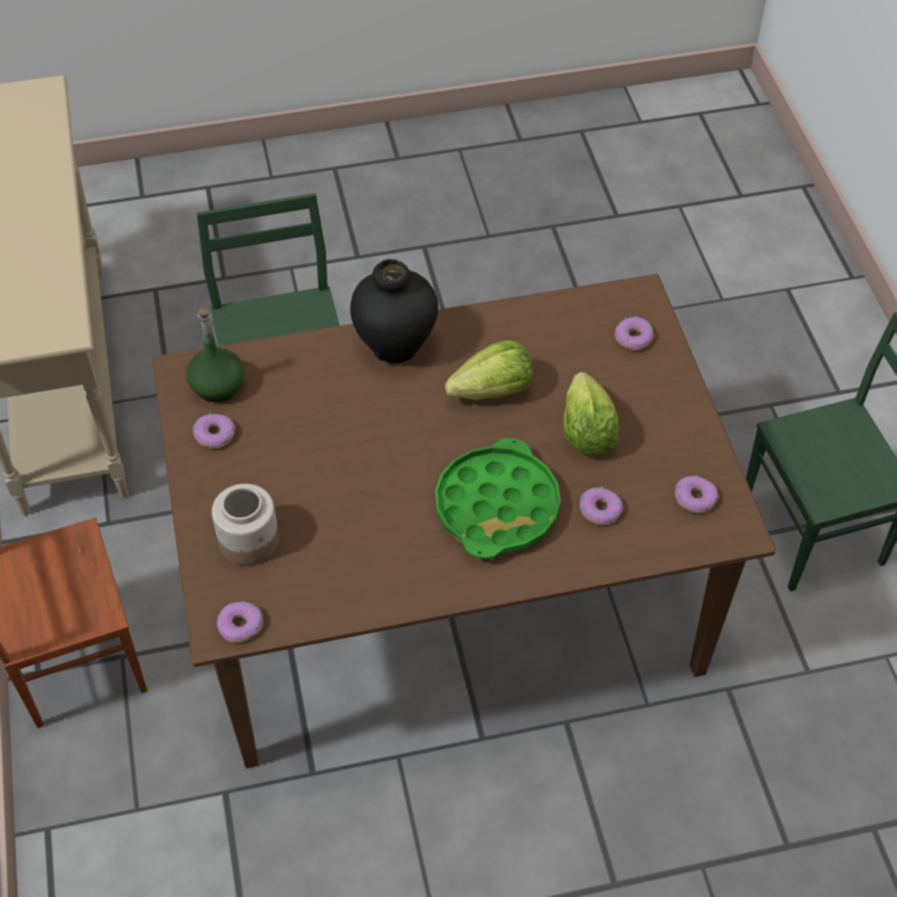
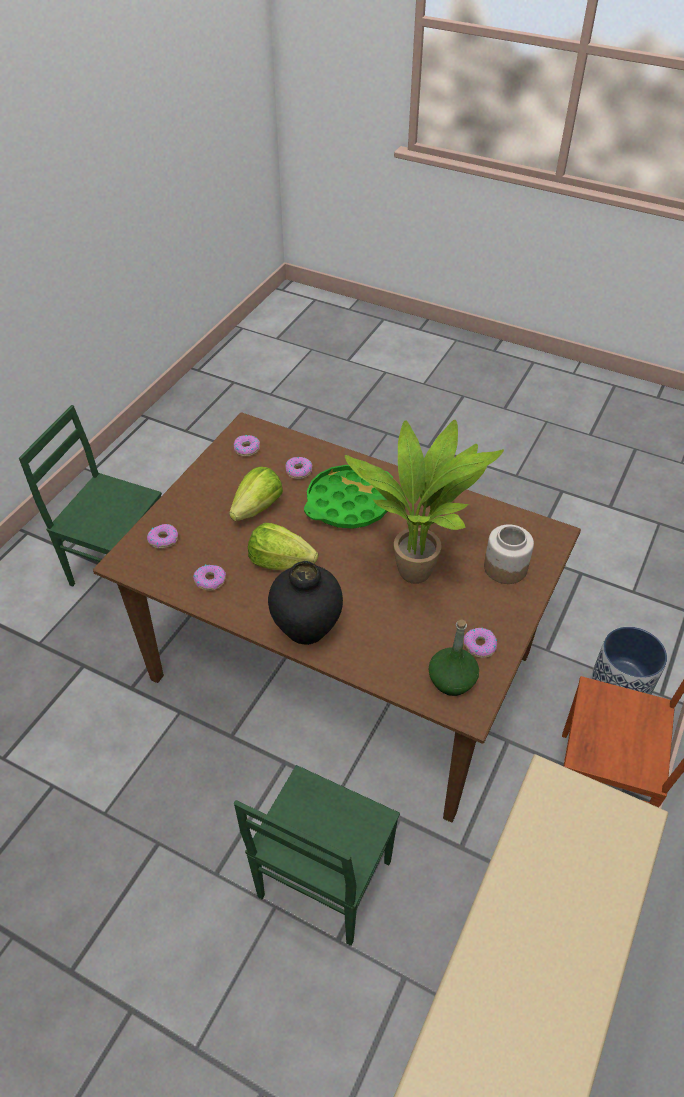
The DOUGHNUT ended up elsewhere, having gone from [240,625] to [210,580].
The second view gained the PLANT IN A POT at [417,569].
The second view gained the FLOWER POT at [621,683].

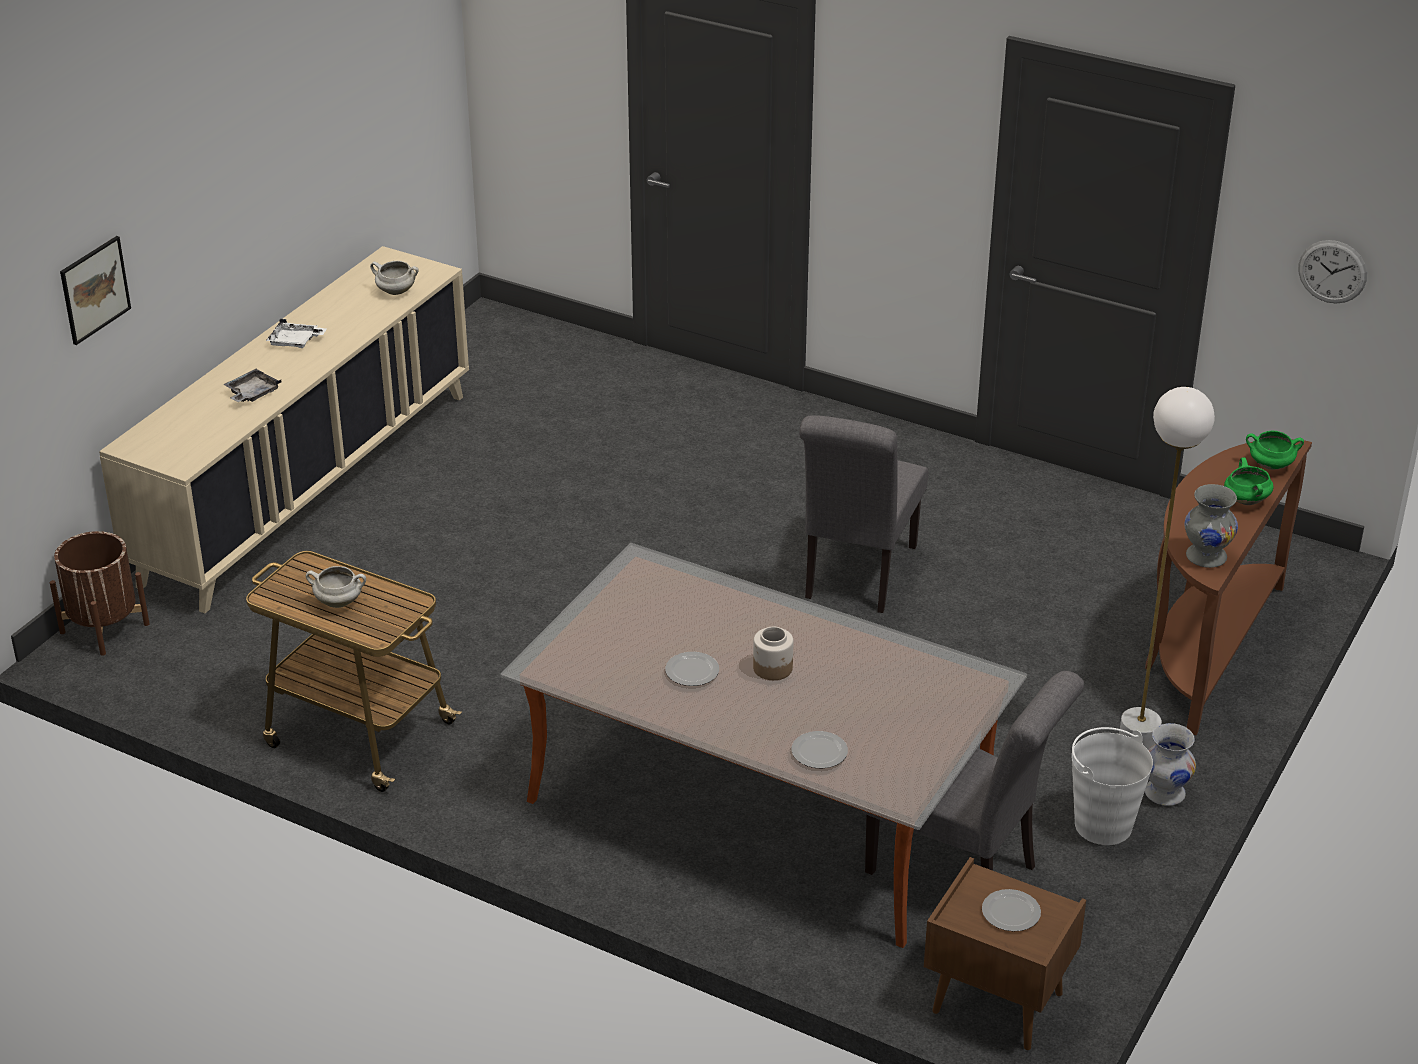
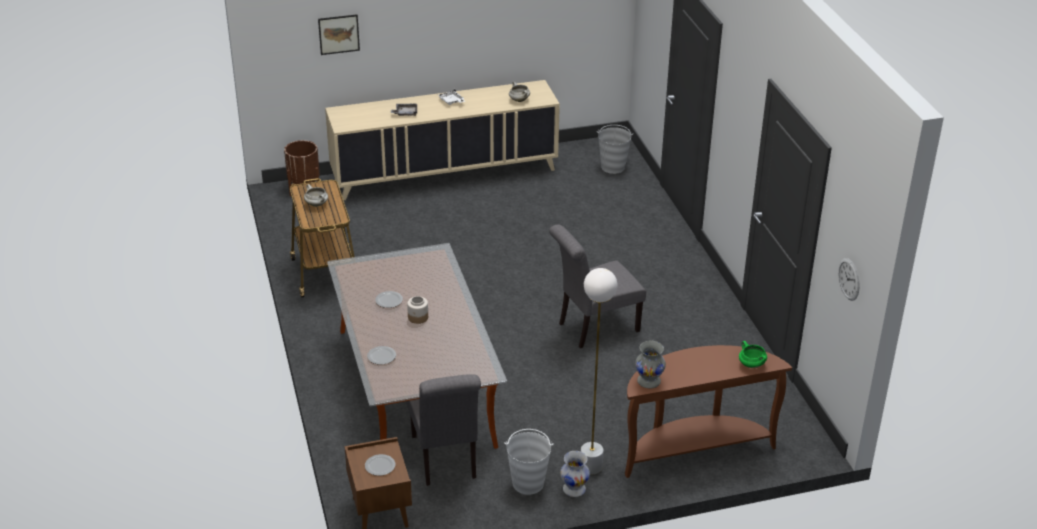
The second view gained the GREYISH PAIL at [613,167].
The second view lost the GREENISH STOCKPOT at [1245,500].

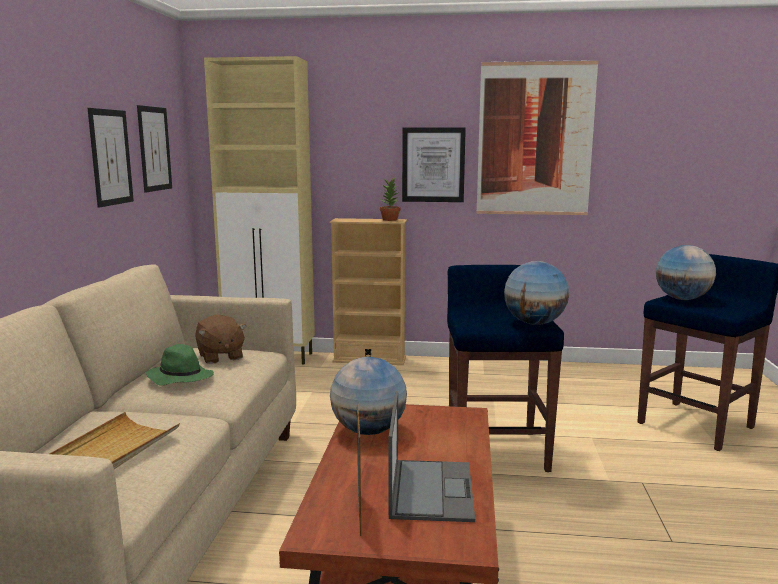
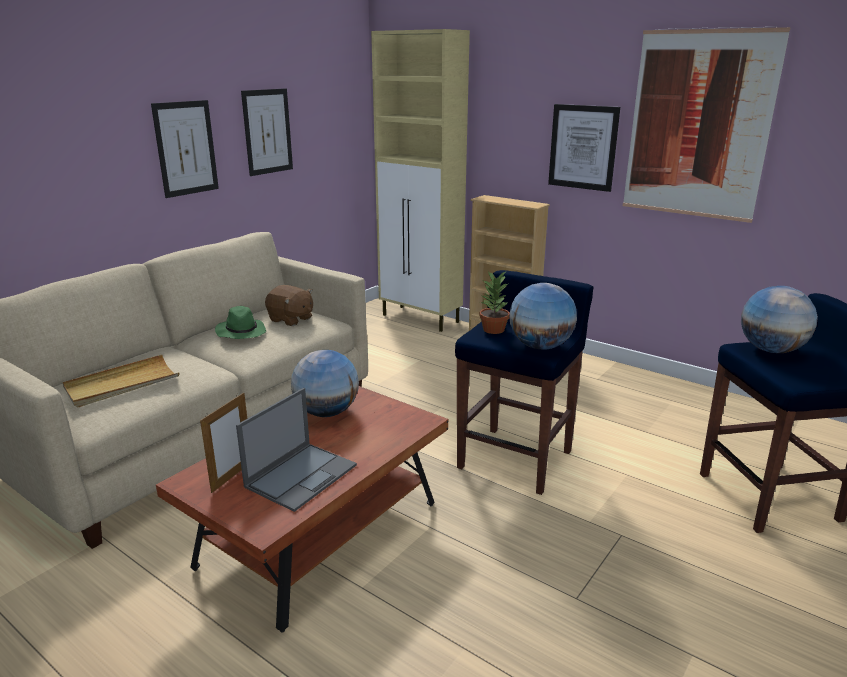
The WALL PICTURE ended up elsewhere, having gone from [154,149] to [186,148].
The BROWN-COLOURED CUDDLY TOY at [220,357] ended up facing another way, 60 degrees counterclockwise from before.
The PLANT IN A POT ended up elsewhere, having gone from [390,220] to [494,330].

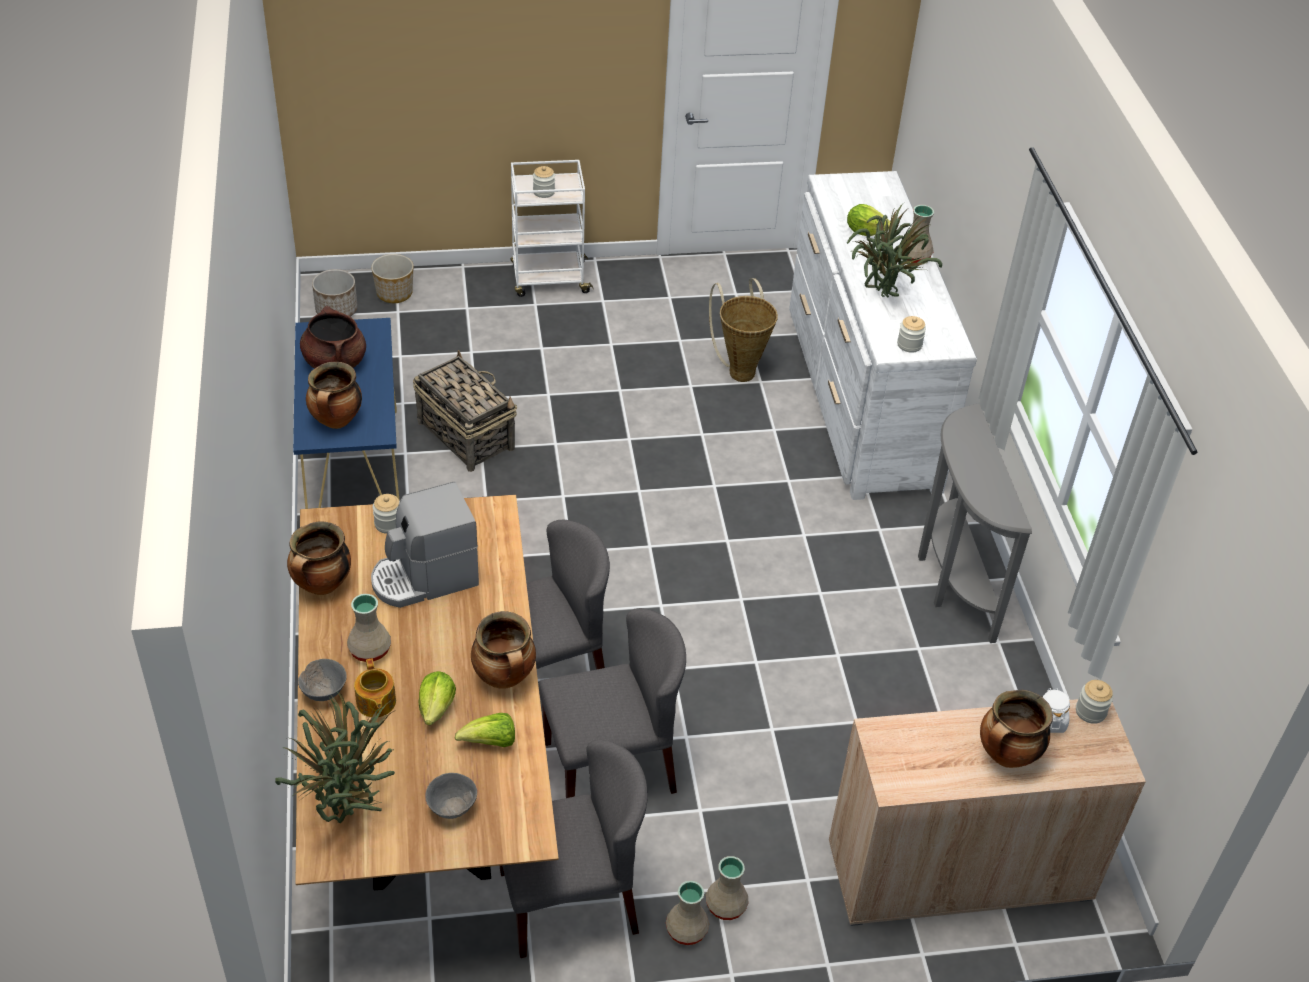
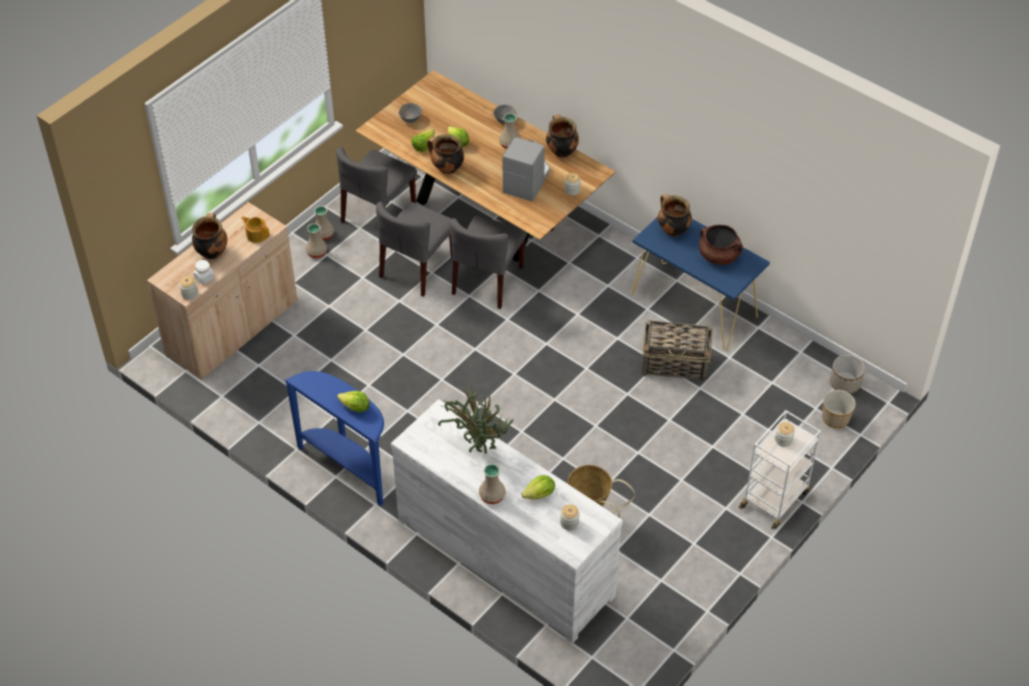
The TEA POT ended up elsewhere, having gone from [375,703] to [256,235].
What was the GREYISH HALL TABLE at [950,580] turned into the BLUE HALL TABLE at [348,467].
The second view gained the LETTUCE HEAD at [355,408].
The STORAGE JAR ended up elsewhere, having gone from [909,345] to [569,523].
The second view lost the PLANT IN A POT at [349,807].

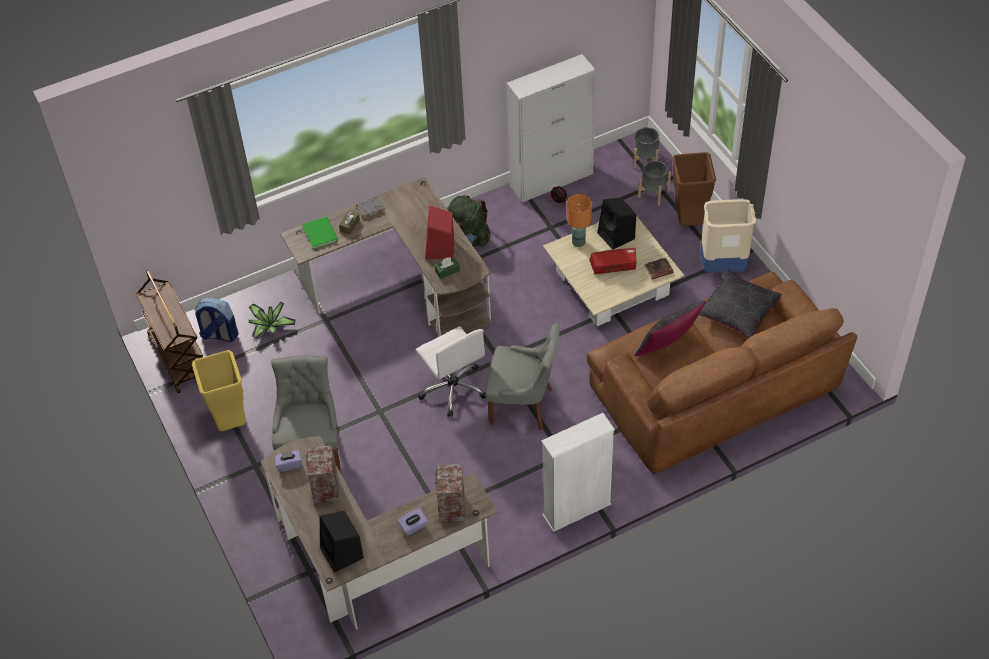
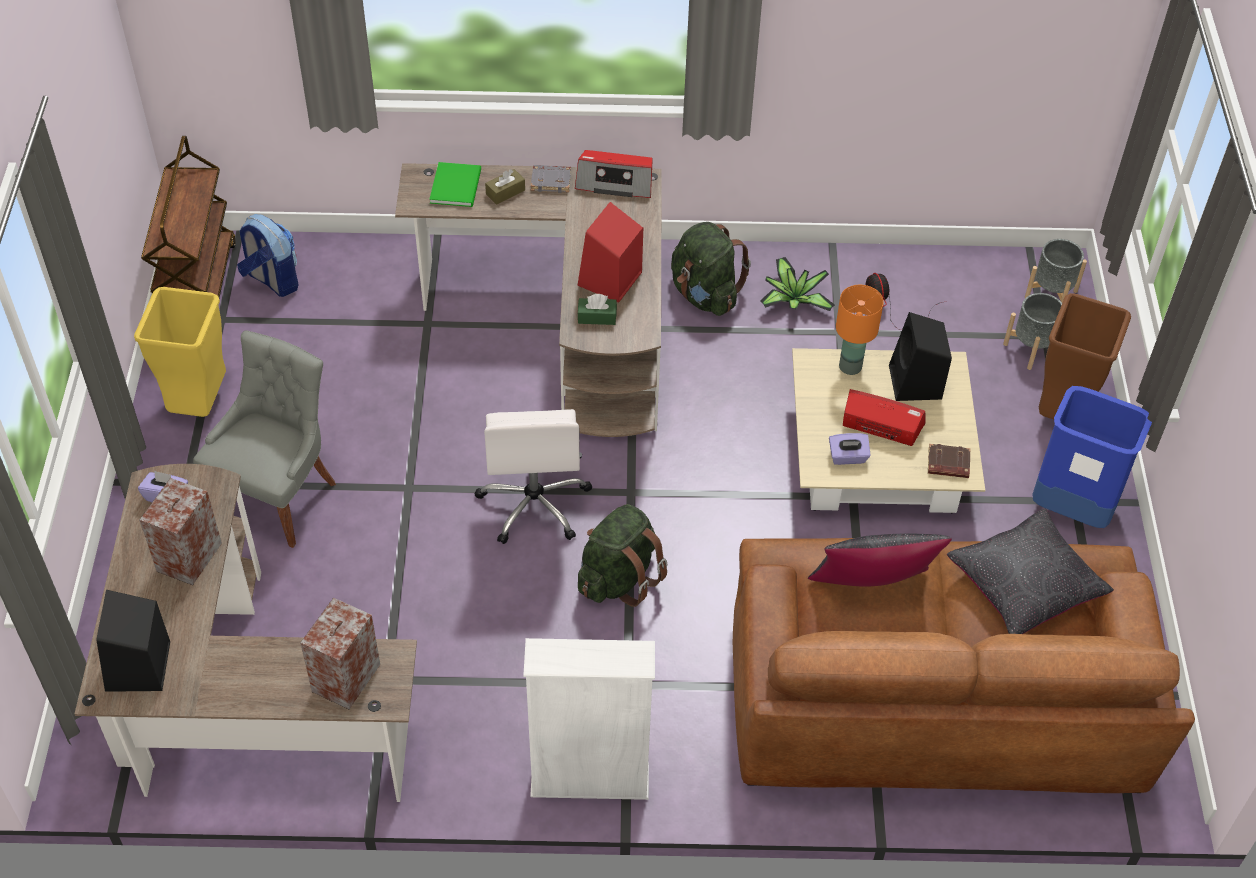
The second view gained the RADIO RECEIVER at [615,182].
Where the GREYISH UPRIGHT CHAIR stood at [523,405], the GREENISH KNAPSACK came to stand at [619,578].
The PLANT IN A POT ended up elsewhere, having gone from [269,327] to [793,300].
The PURPLE TISSUE HOLDER ended up elsewhere, having gone from [413,526] to [848,457].
What was the BEIGE RUBBISH BIN at [723,267] turned into the BLUE RUBBISH BIN at [1072,508].
The second view lost the WHITE CUPBOARD at [552,180].

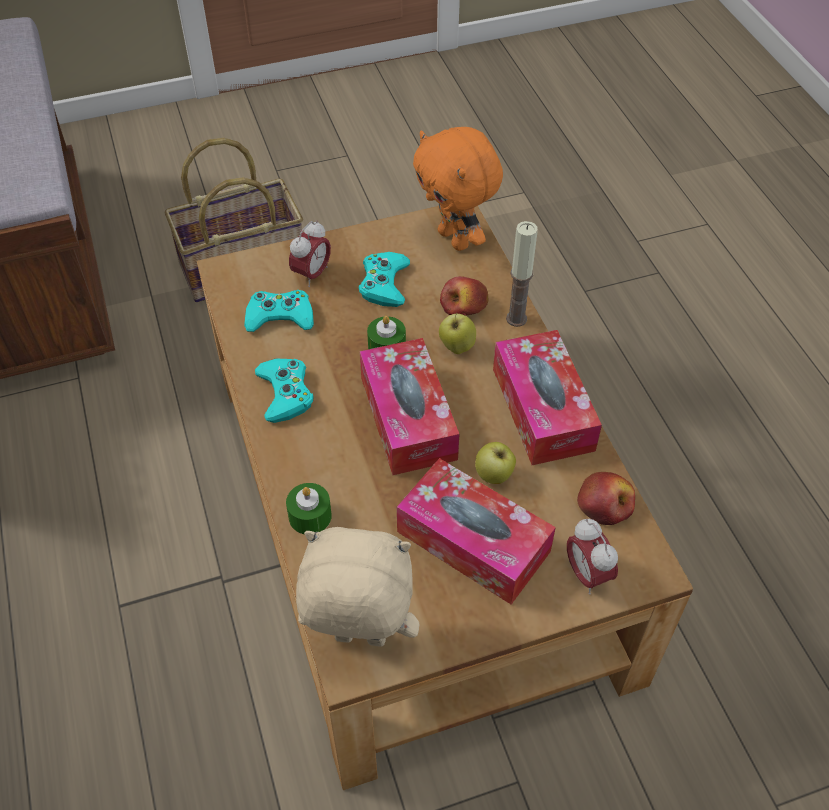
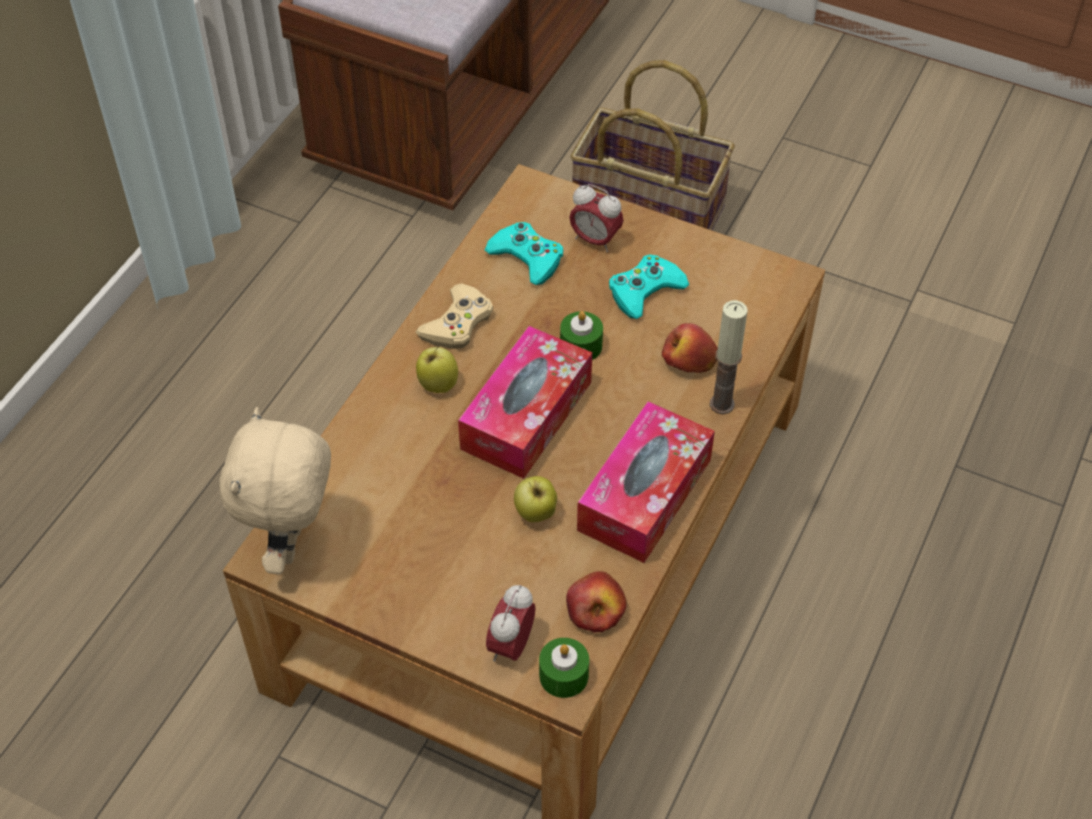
The BEIGE CUDDLY TOY at [359,640] ended up facing another way, 135 degrees counterclockwise from before.
What was the BLUE-GREEN JOYPAD at [285,393] turned into the BEIGE JOYPAD at [457,323].
The WHOLE APPLE ended up elsewhere, having gone from [456,347] to [437,384].
The GREENISH CANDLE ended up elsewhere, having gone from [310,516] to [564,675].
The BEDSIDE CLOCK at [312,274] ended up facing another way, 45 degrees clockwise from before.
The second view lost the TISSUE HOLDER at [473,541].
The second view lost the ORANGE CUDDLY TOY at [455,239].

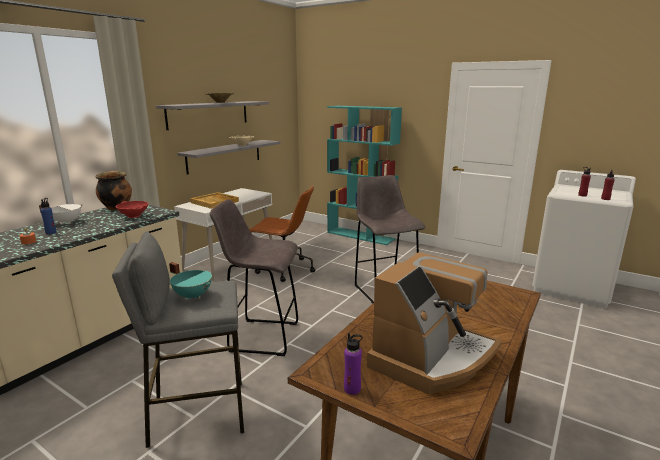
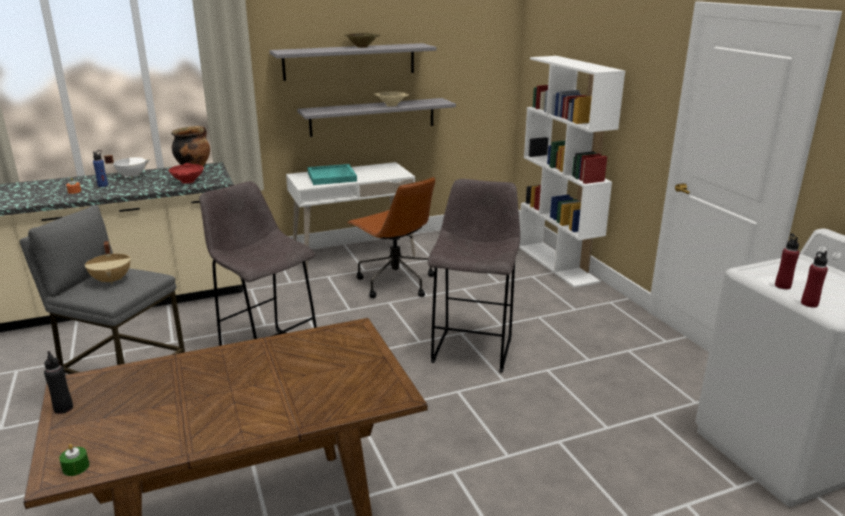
What was the PURPLE DRINK BOTTLE at [352,389] turned into the BLACK-COLOURED DRINK BOTTLE at [63,408].
The second view gained the GREENISH CANDLE at [76,467].
What was the BLUE-GREEN STOCKPOT at [193,295] turned into the BEIGE STOCKPOT at [112,280].
What was the BEIGE TRAY at [215,202] turned into the BLUE-GREEN TRAY at [332,177].
What was the BLUE-GREEN SHELVING UNIT at [361,236] turned into the WHITE SHELVING UNIT at [557,263].
The second view lost the COFFEE MAKER at [432,358].

